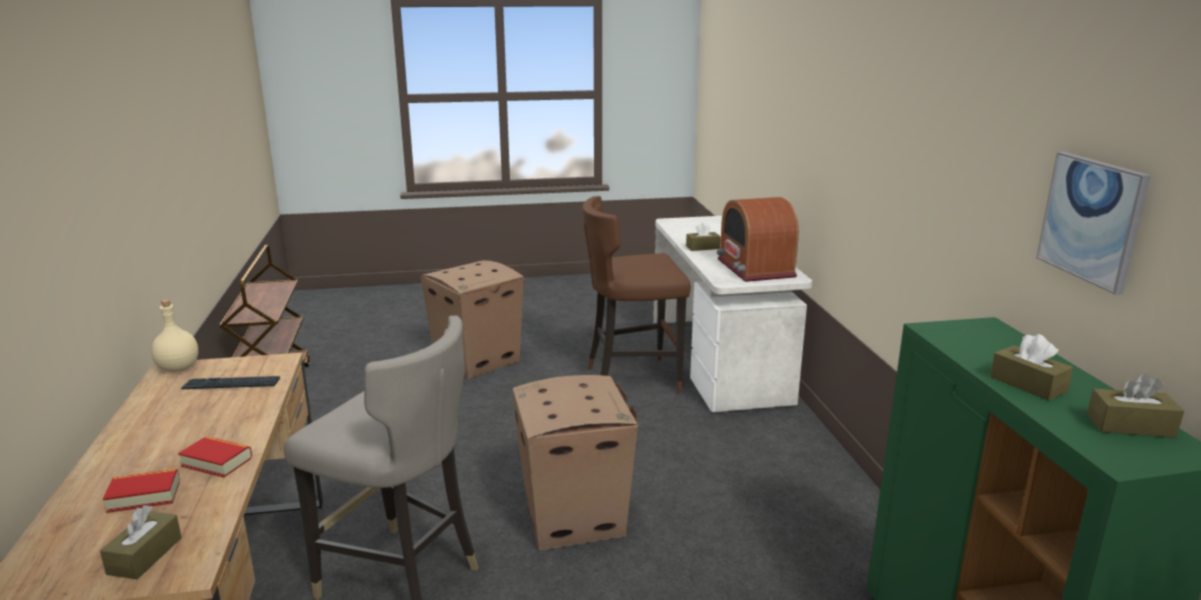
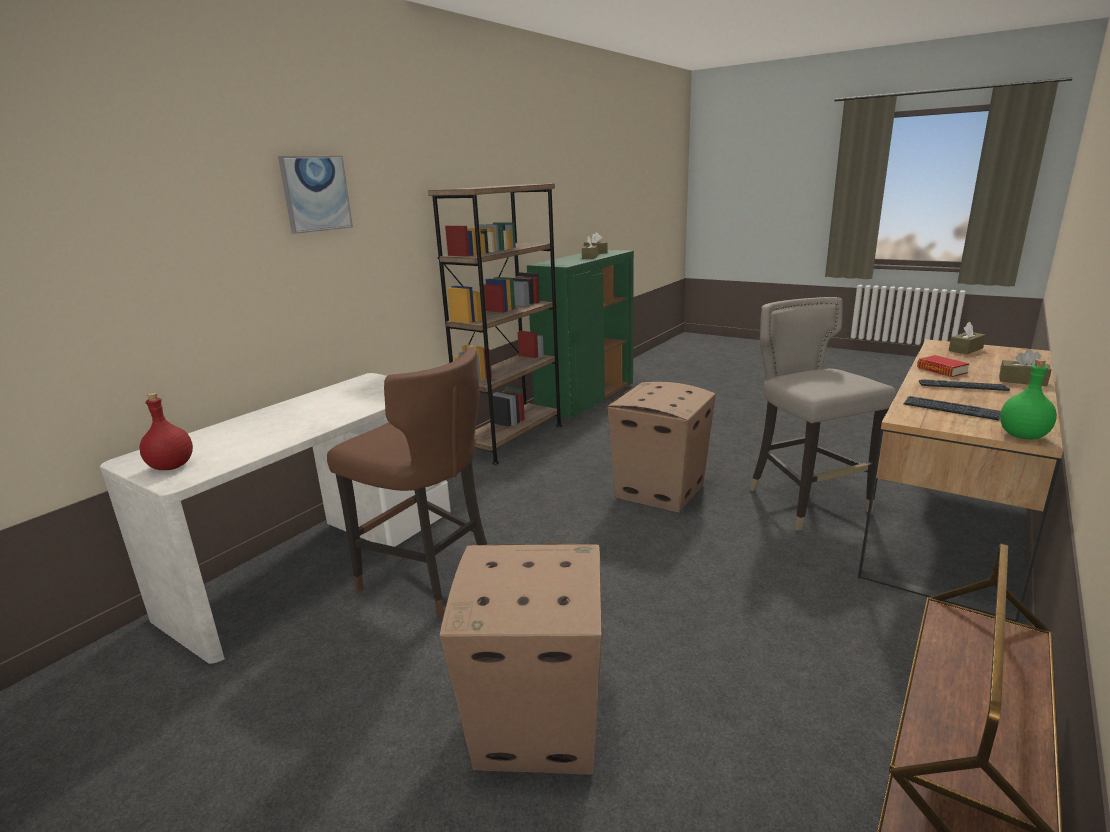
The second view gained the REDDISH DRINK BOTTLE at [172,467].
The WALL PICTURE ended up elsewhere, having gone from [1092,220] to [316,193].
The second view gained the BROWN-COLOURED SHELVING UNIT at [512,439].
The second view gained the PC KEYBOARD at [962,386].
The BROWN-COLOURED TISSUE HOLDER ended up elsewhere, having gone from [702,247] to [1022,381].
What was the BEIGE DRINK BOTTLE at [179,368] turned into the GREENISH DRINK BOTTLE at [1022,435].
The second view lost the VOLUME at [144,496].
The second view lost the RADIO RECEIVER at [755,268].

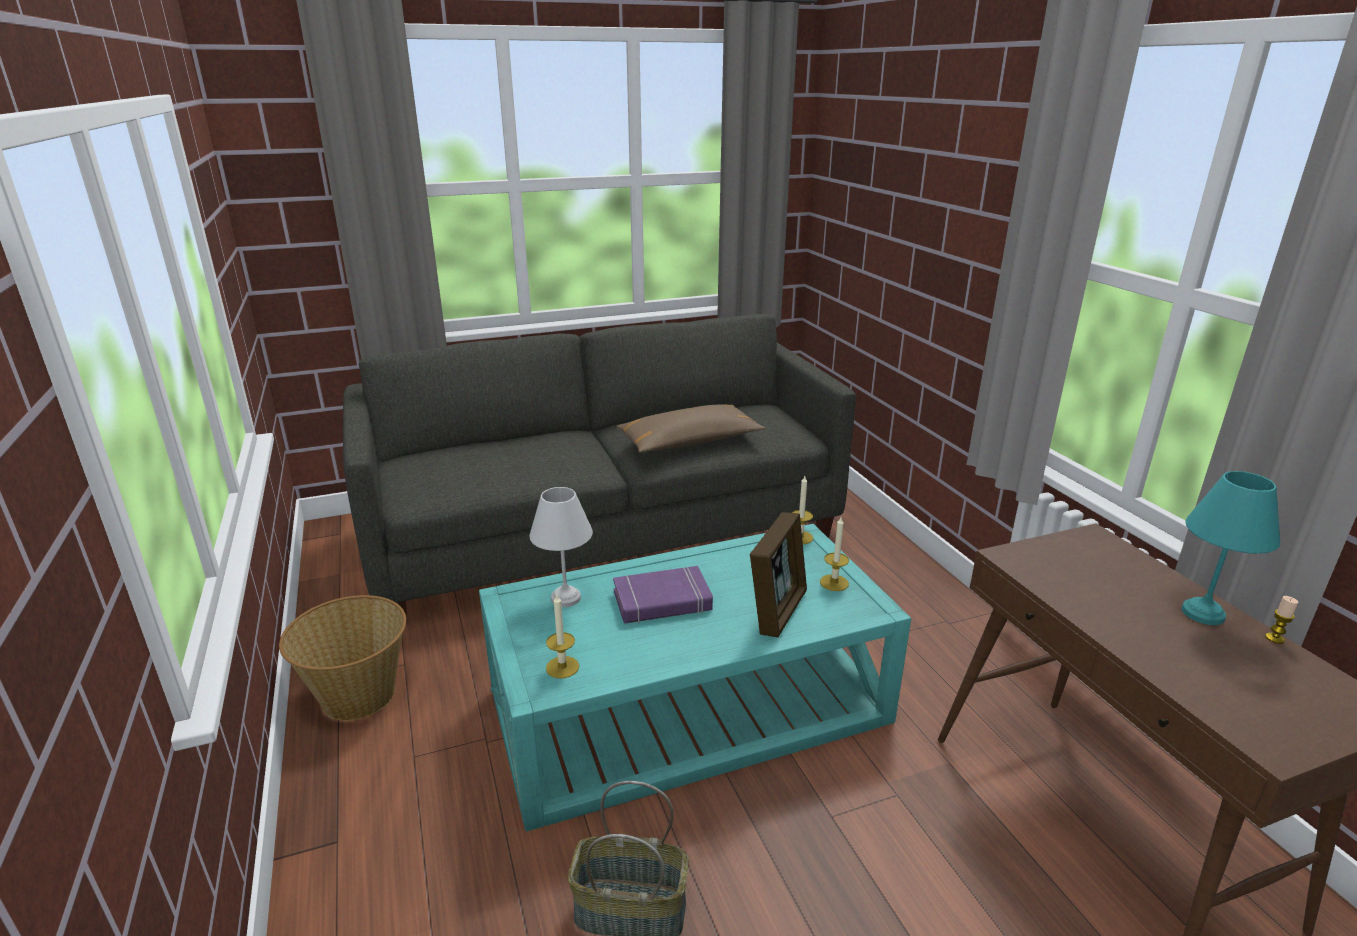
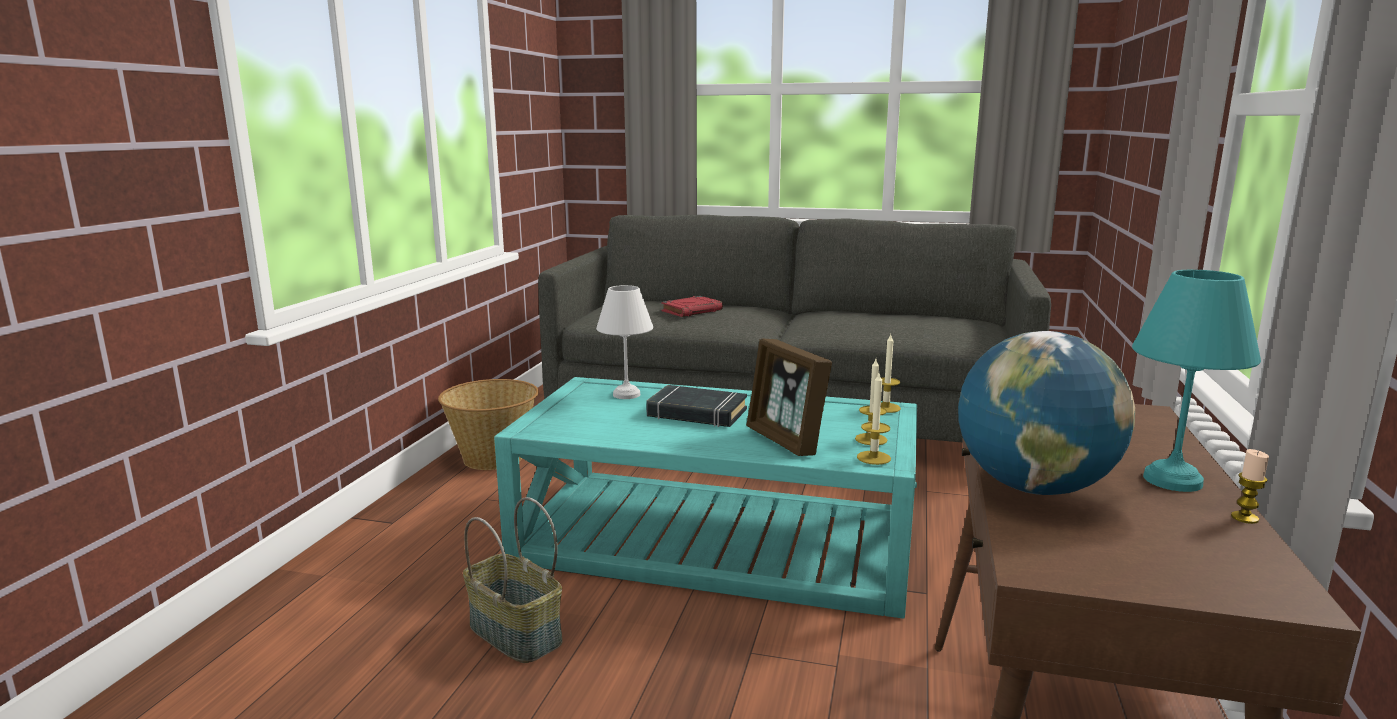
What was the PURPLE VOLUME at [662,601] turned into the BLACK-COLOURED VOLUME at [696,413].
The second view gained the REDDISH VOLUME at [692,311].
The STANDING FRAME at [777,610] ended up facing another way, 90 degrees clockwise from before.
The CANDLE ended up elsewhere, having gone from [562,667] to [873,458].
The second view gained the GLOBE at [1034,487].
The second view lost the BROWN-COLOURED THROW PILLOW at [689,441].

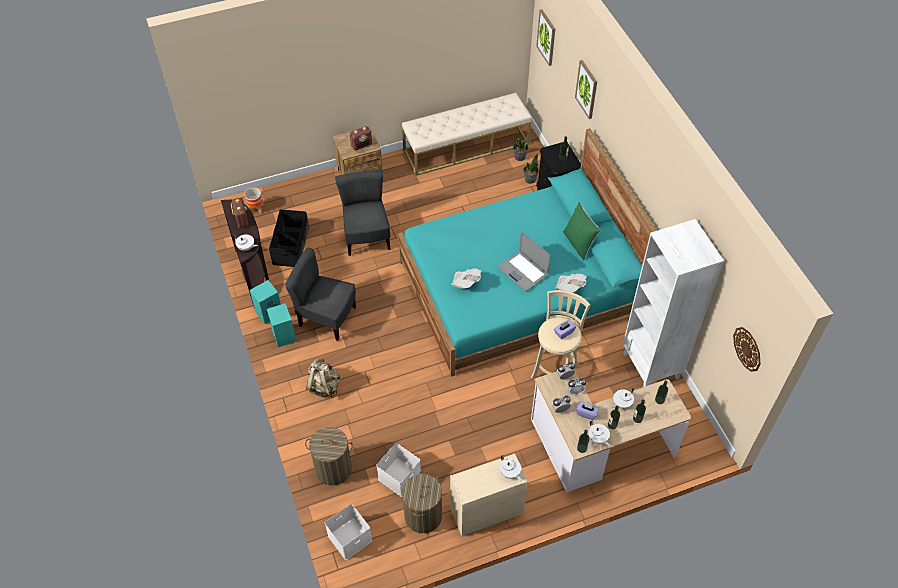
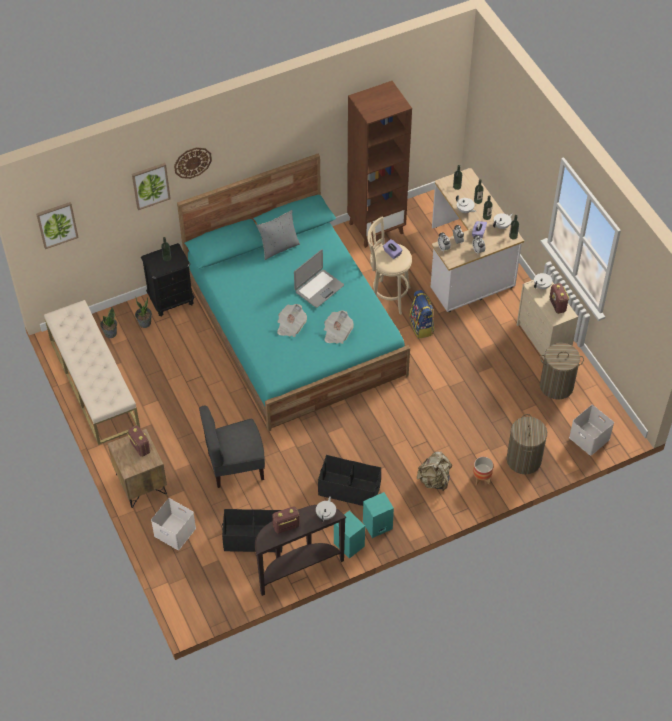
The WHITE STORAGE BIN ended up elsewhere, having gone from [399,476] to [174,532].
The CLOCK ON THE WALL ended up elsewhere, having gone from [747,349] to [192,162].
What was the GREENISH THROW PILLOW at [579,243] turned into the GREYISH THROW PILLOW at [279,247].
The NEWSPAPER ended up elsewhere, having gone from [569,287] to [290,326].
Where the GREYISH UPRIGHT CHAIR stood at [327,317], the BLACK-COLOURED STORAGE BIN came to stand at [349,489].
What was the WHITE SHELVING UNIT at [651,366] turned into the BROWN-COLOURED SHELVING UNIT at [376,228].
The second view gained the KNAPSACK at [422,326].
The FLOWER POT ended up elsewhere, having gone from [256,209] to [481,479].
The second view gained the RADIO RECEIVER at [557,305].

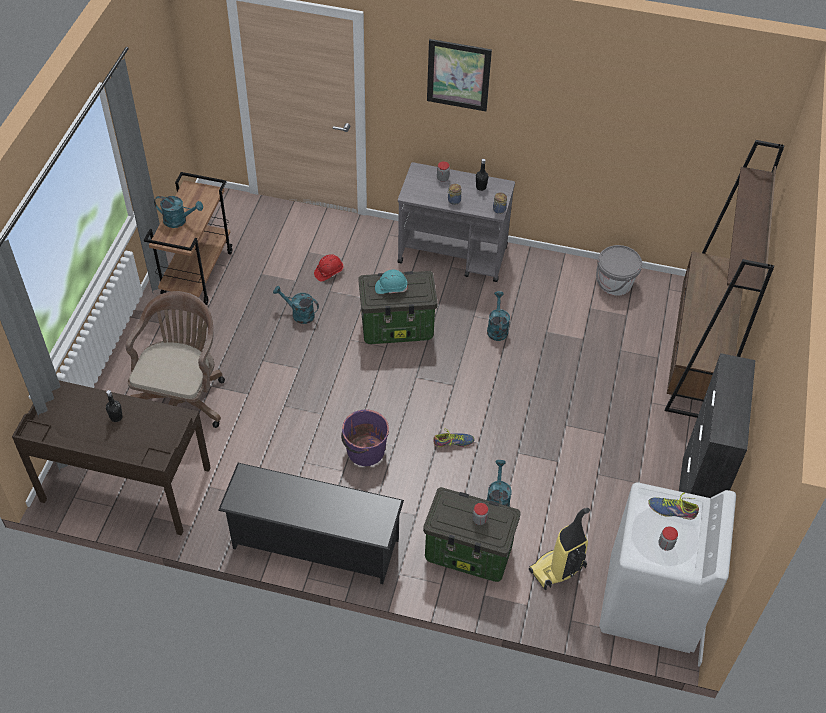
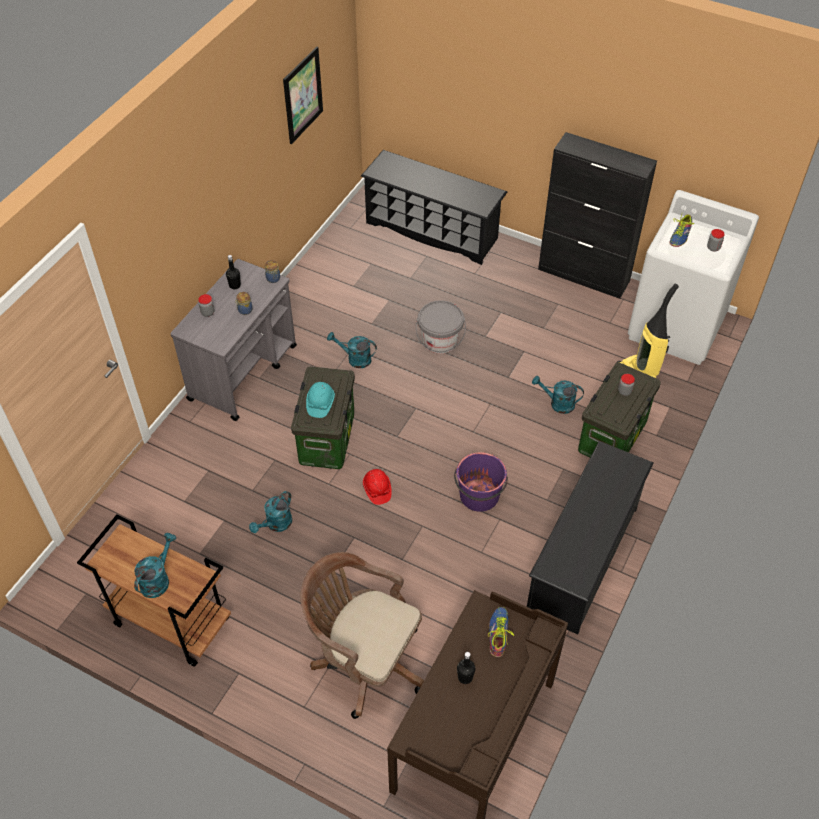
The WALL PICTURE ended up elsewhere, having gone from [458,75] to [302,95].
Where the BROWN-COLOURED SHELVING UNIT stood at [697,356], the BLACK-COLOURED SHOE RACK came to stand at [432,231].
The REDDISH SAFETY HELMET ended up elsewhere, having gone from [329,272] to [377,490].
The GREYISH PAIL ended up elsewhere, having gone from [615,283] to [440,340].
The ITEM OF FOOTWEAR ended up elsewhere, having gone from [453,442] to [498,633].

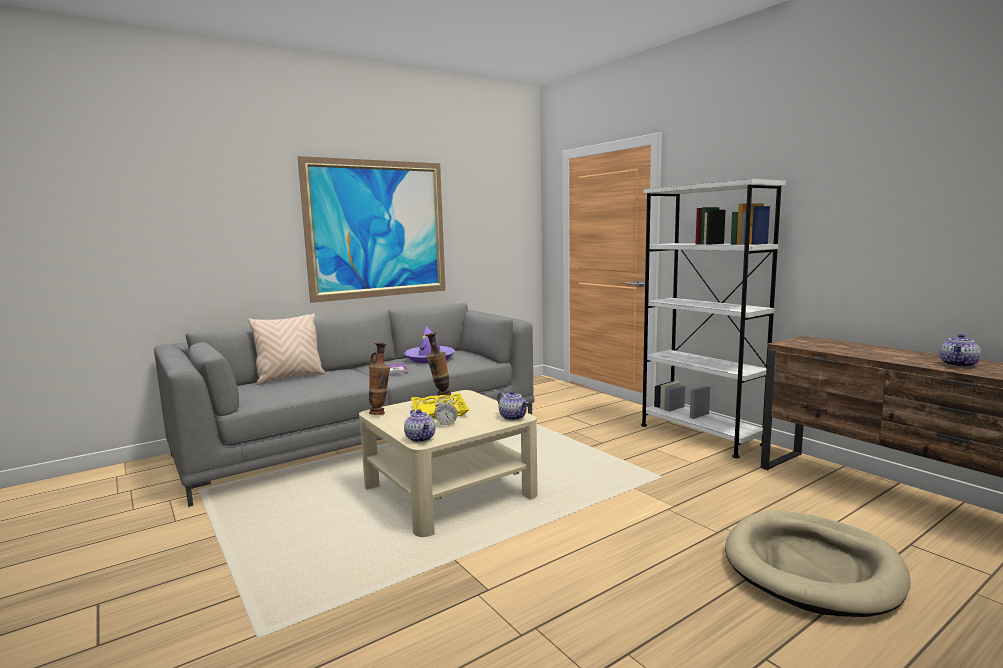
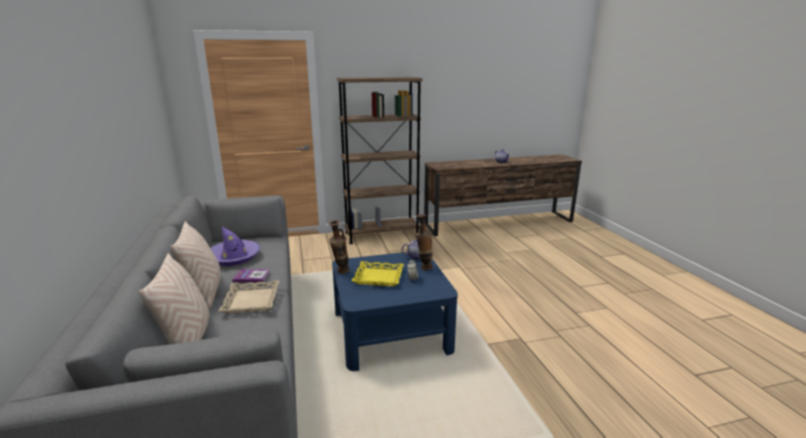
The second view gained the BEIGE THROW PILLOW at [204,292].
The second view gained the BEIGE TRAY at [251,301].
What was the BEIGE LOUNGE TABLE at [449,490] turned into the BLUE LOUNGE TABLE at [390,331].
What was the WHITE SHELVING UNIT at [700,435] turned into the BROWN-COLOURED SHELVING UNIT at [381,234].
The VASE ended up elsewhere, having gone from [380,413] to [424,267].
The second view lost the WALL PICTURE at [378,229].
The second view lost the TEA POT at [421,438].
The second view lost the BEIGE DOG CUSHION at [812,567].

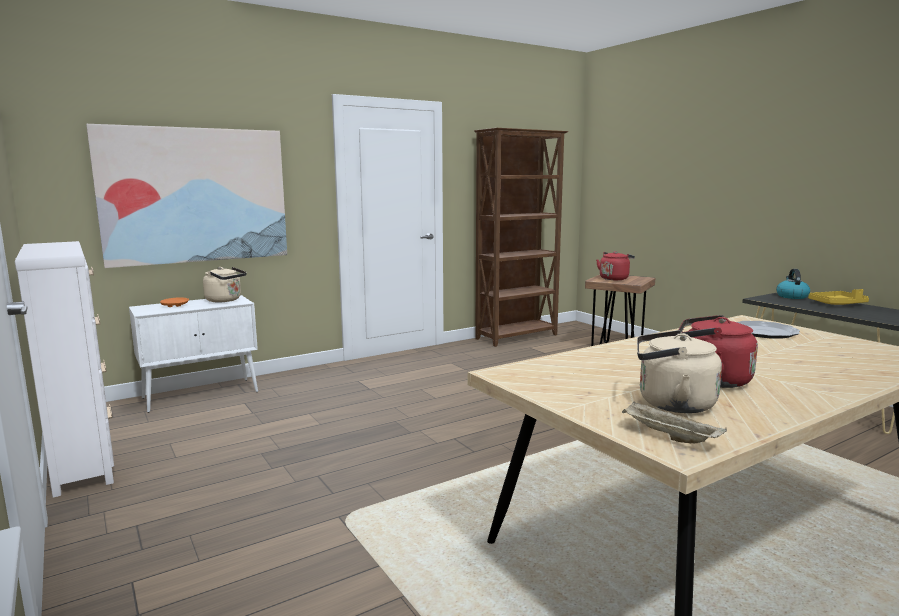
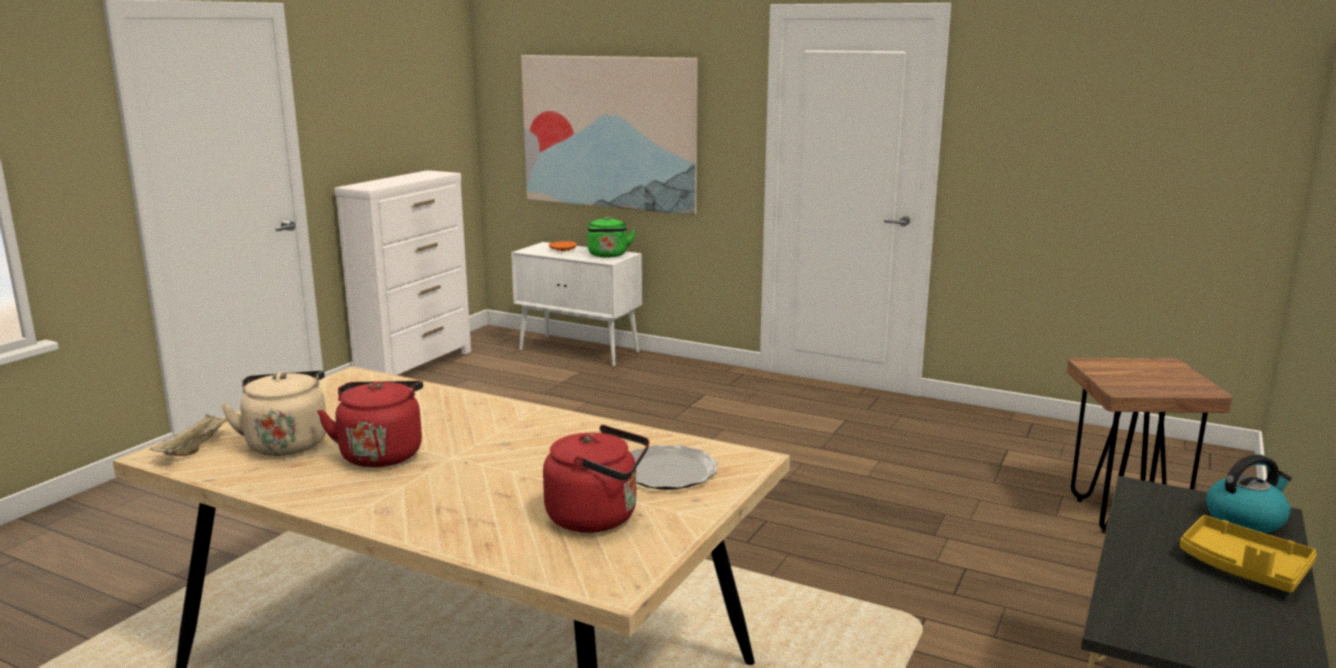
The REDDISH KETTLE ended up elsewhere, having gone from [614,278] to [598,517].
What was the BEIGE KETTLE at [225,300] turned into the GREENISH KETTLE at [608,255].
The second view lost the BROWN-COLOURED SHELVING UNIT at [517,337].

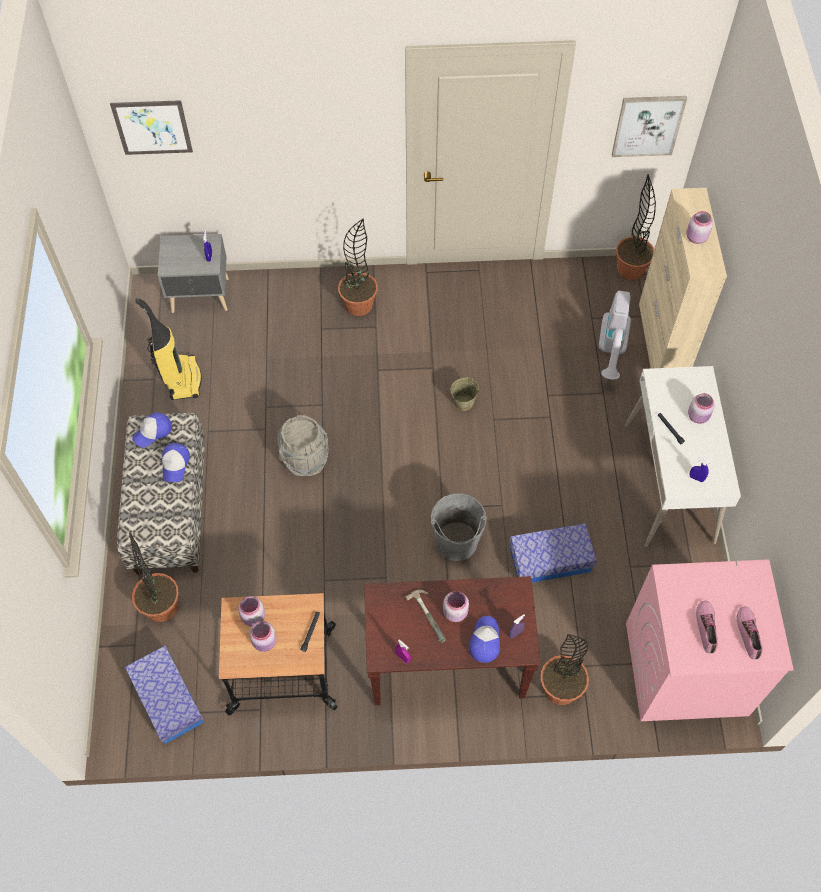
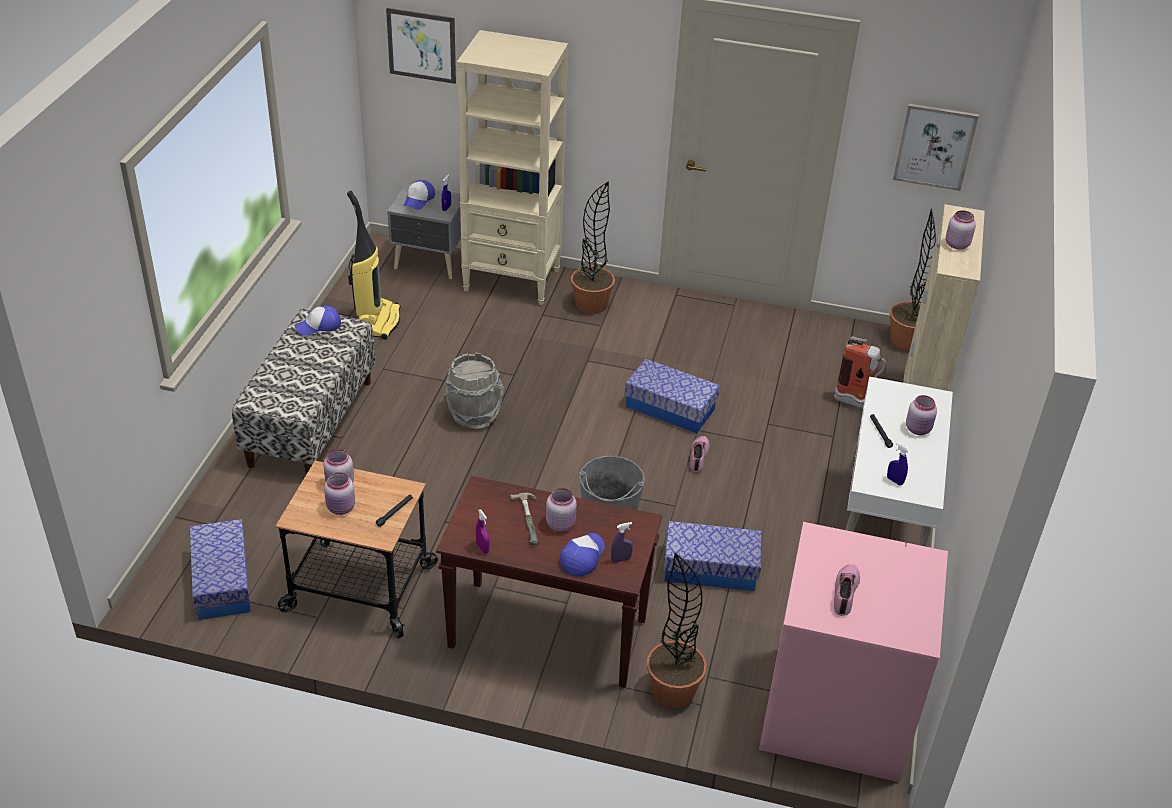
The BASEBALL CAP ended up elsewhere, having gone from [175,464] to [419,200].
The second view gained the BEIGE SHELVING UNIT at [513,280].
Where the BEIGE PAIL stood at [464,402], the STORAGE BIN came to stand at [670,408].
The ITEM OF FOOTWEAR ended up elsewhere, having gone from [749,634] to [699,456].
Where the VACUUM stood at [612,351], the FIRE-FIGHTING CYLINDER came to stand at [857,403].
The second view lost the PLANT IN A POT at [161,606].

